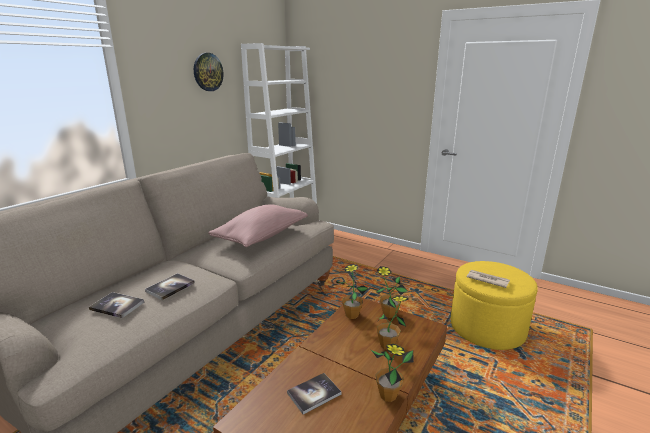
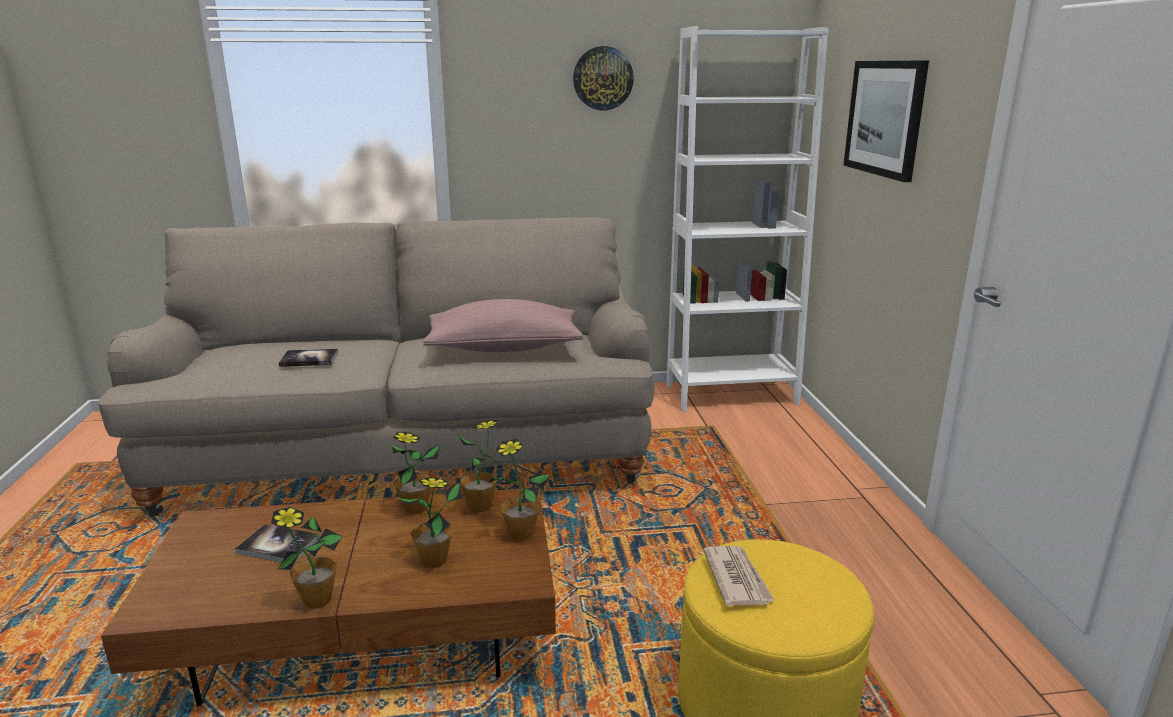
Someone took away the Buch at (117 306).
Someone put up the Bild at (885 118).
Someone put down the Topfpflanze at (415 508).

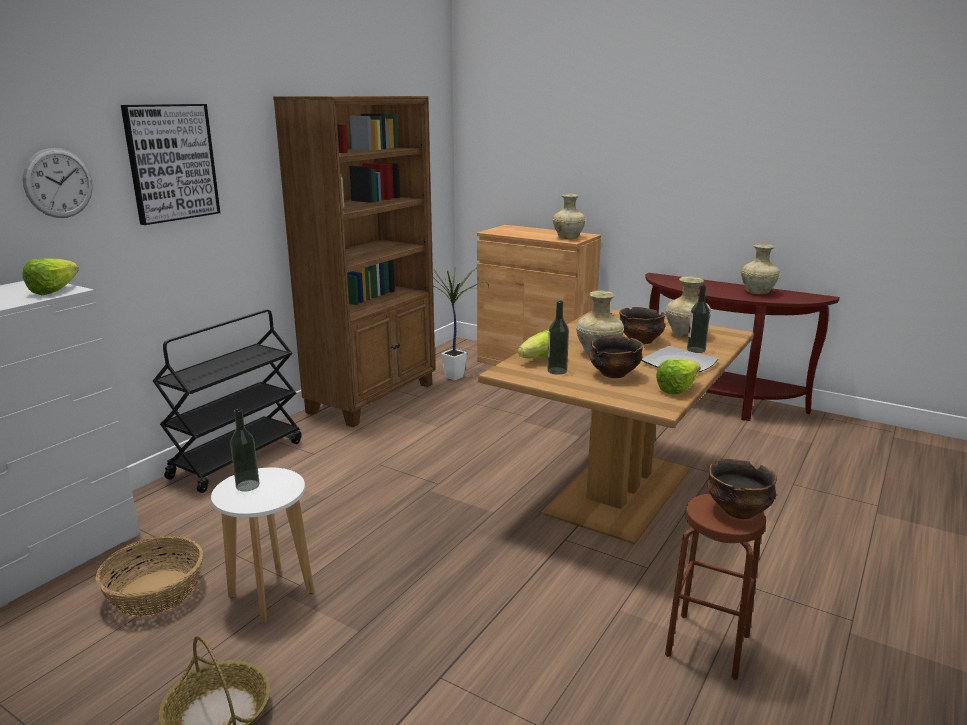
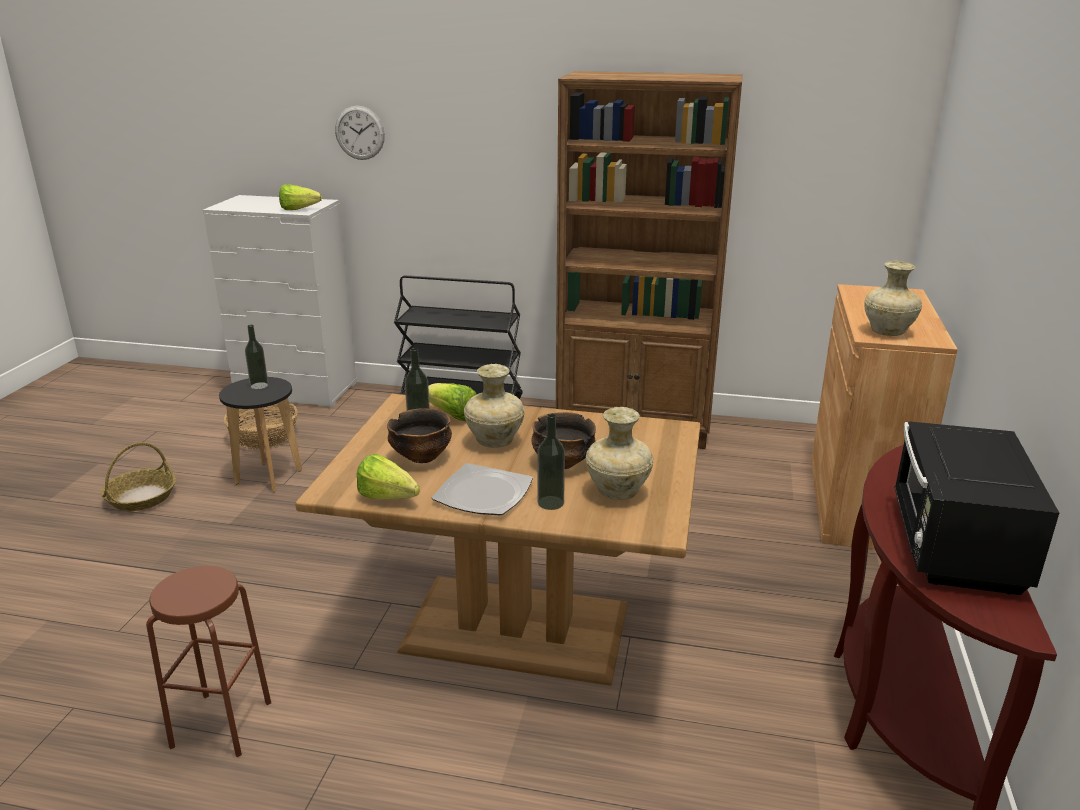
Someone took away the Bild at (171 162).
Someone swapped the Vase [beige] at (758 292) for the Mikrowelle [schwarz] at (954 548).
Someone took away the Topfpflanze at (458 377).
Someone took away the Schüssel at (738 511).
Someone repainted the Hocker [weiß] at (271 594), which became the Hocker [schwarz] at (269 477).

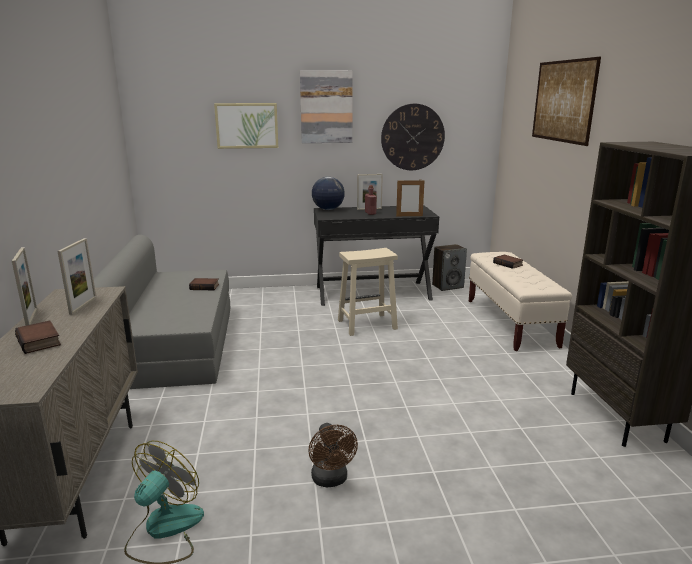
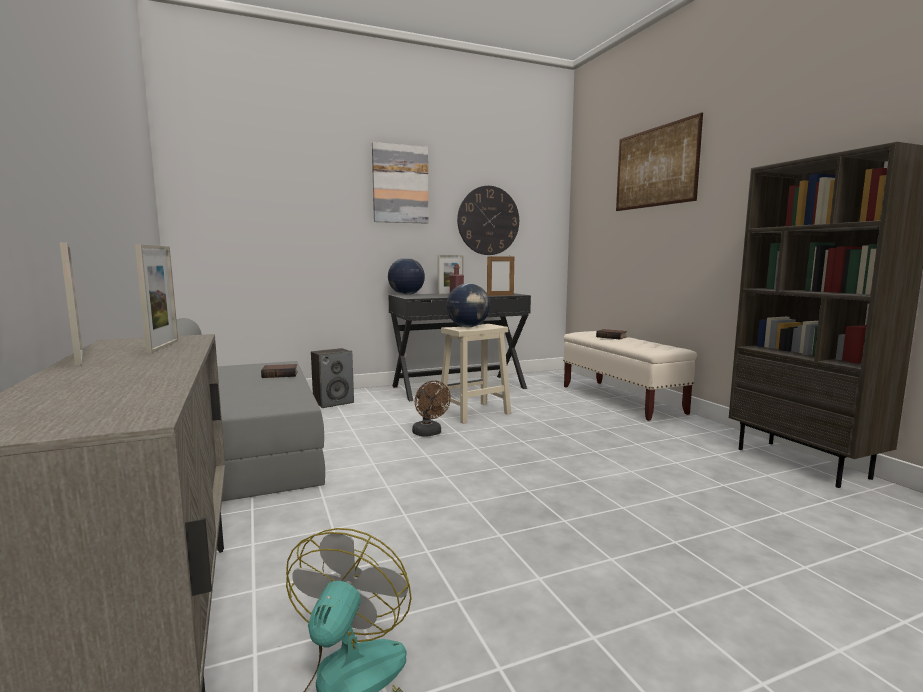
Someone took away the Bild at (247 125).
Someone carried the Lautsprecher from (447 286) to (333 402).
Someone took away the Buch at (40 341).
Someone carried the Ventilator [braun] from (331 480) to (429 433).
Someone put down the Globus at (468 327).

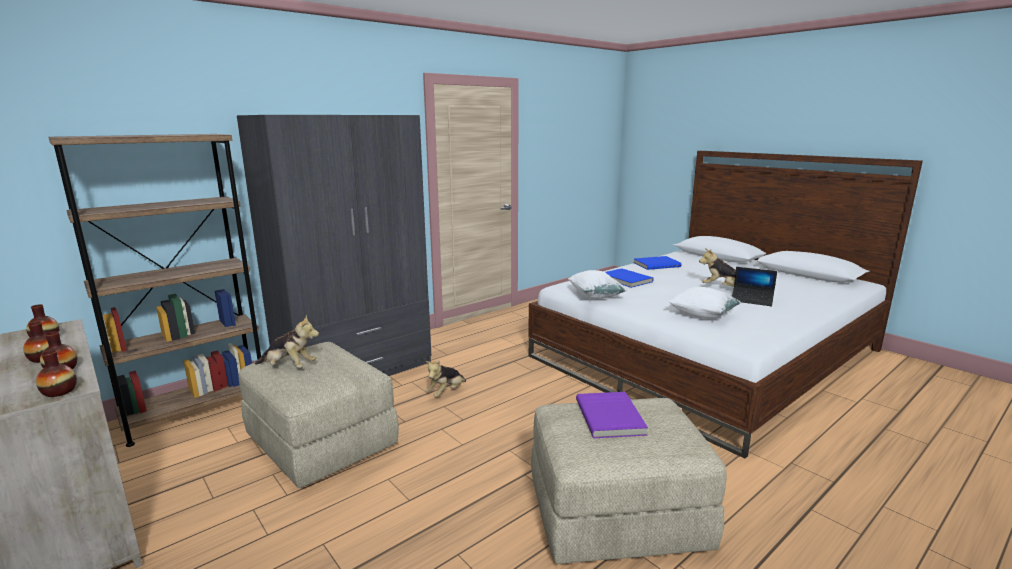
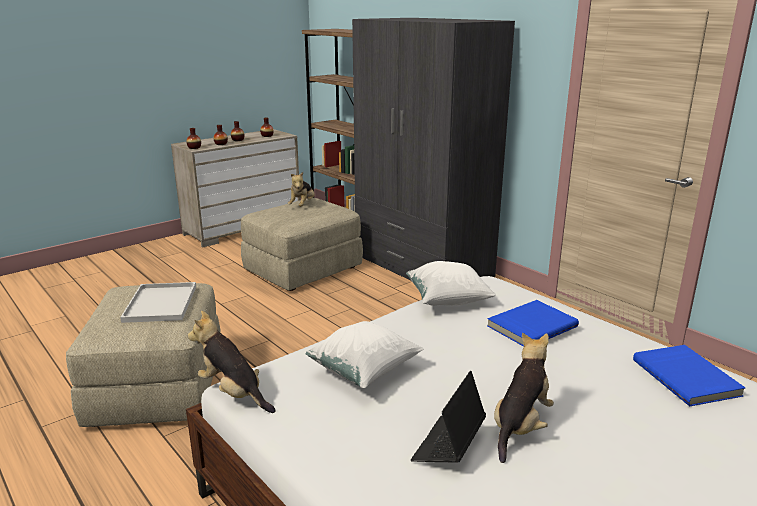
Someone carried the Plüschtier from (446 392) to (233 393).
Someone swapped the Buch [lila] at (611 417) for the Tablett [weiß] at (161 304).

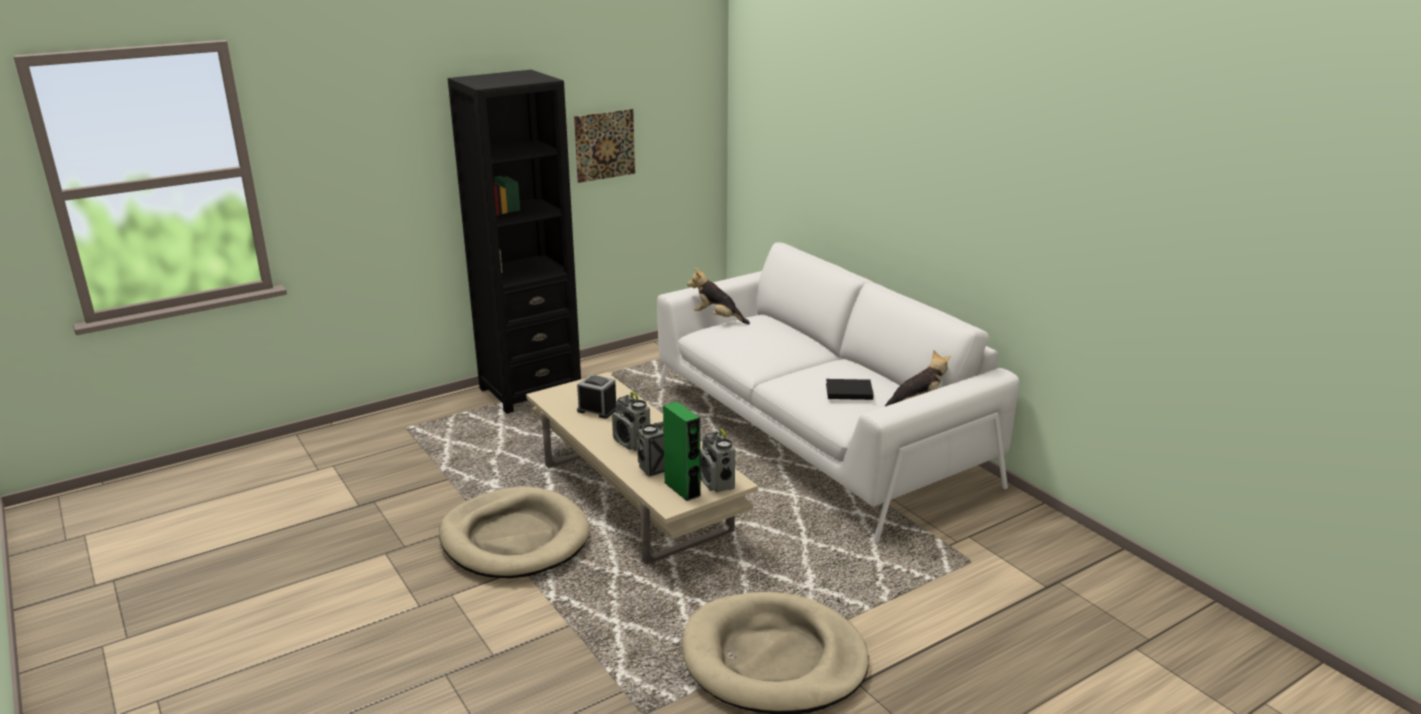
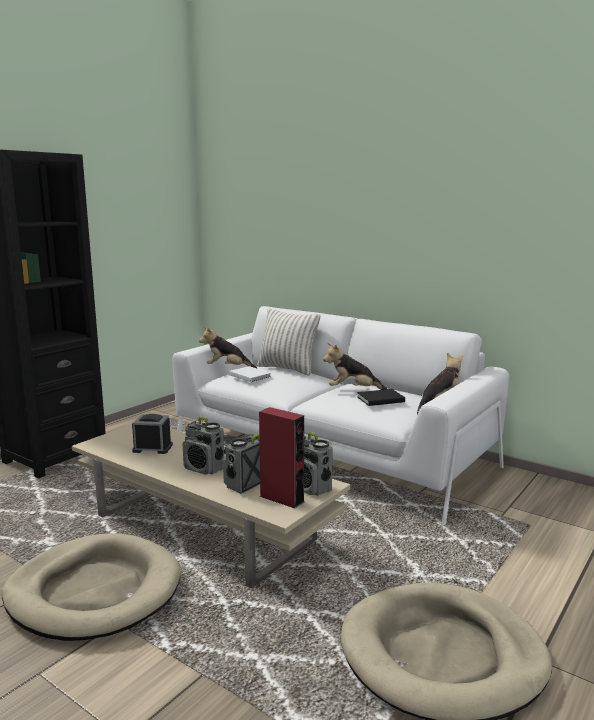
Someone took away the Bild at (605 145).
Someone repainted the Lautsprecher [grün] at (682 489), which became the Lautsprecher [rot] at (282 499).
Someone put down the Kissen at (287 369).
Someone put down the Plüschtier at (353 390).
Someone put down the Buch [weiß] at (249 375).

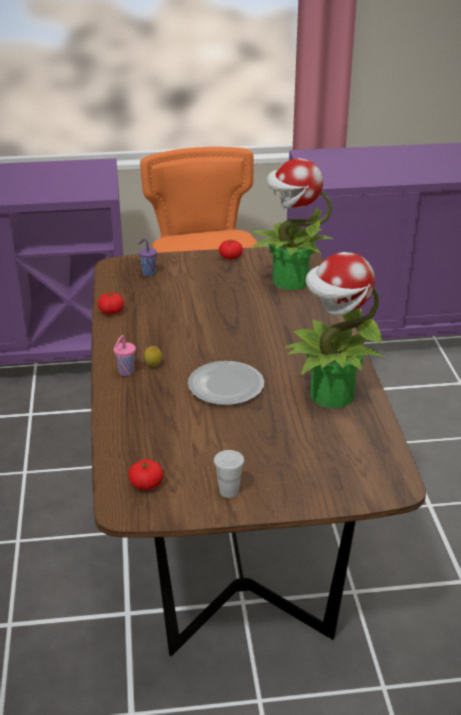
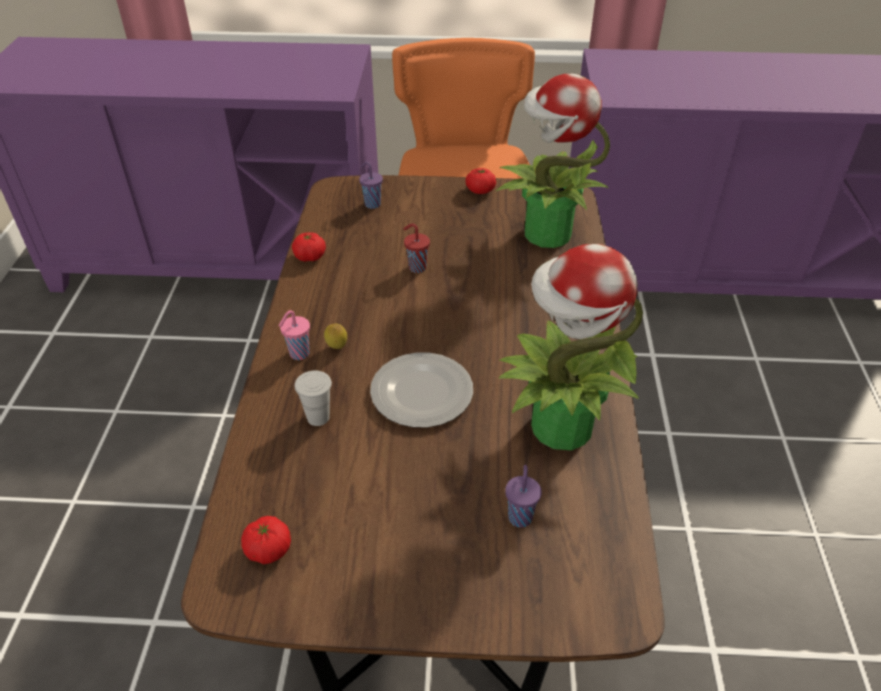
Someone carried the Tasse [weiß] from (229 491) to (318 417).
Someone put down the Tasse [rot] at (416 267).
Someone put down the Tasse [lila] at (520 516).

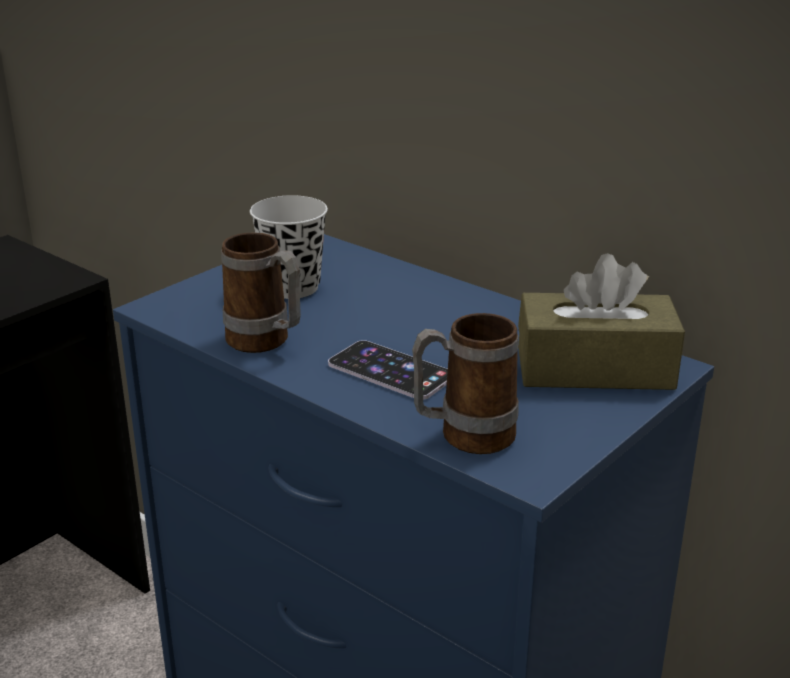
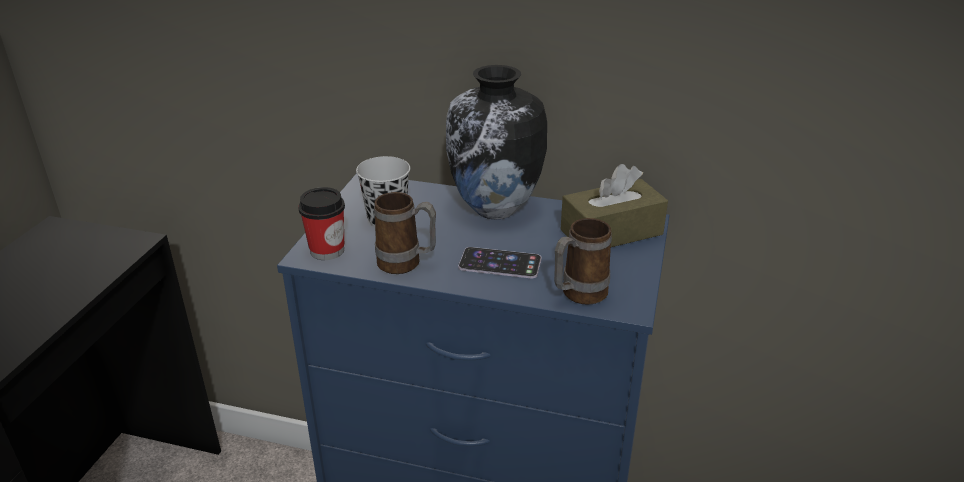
Someone put down the Vase at (495 210).
Someone put down the Tasse at (327 250).

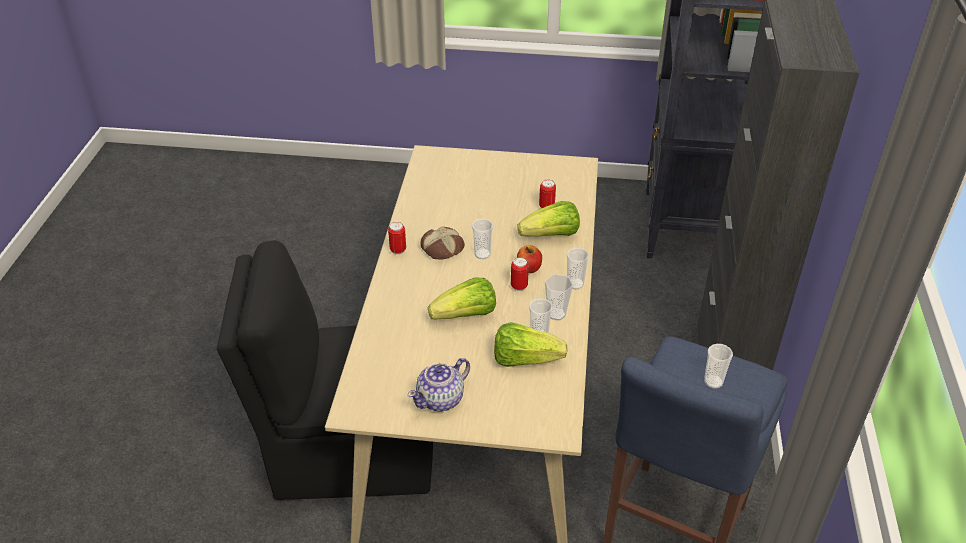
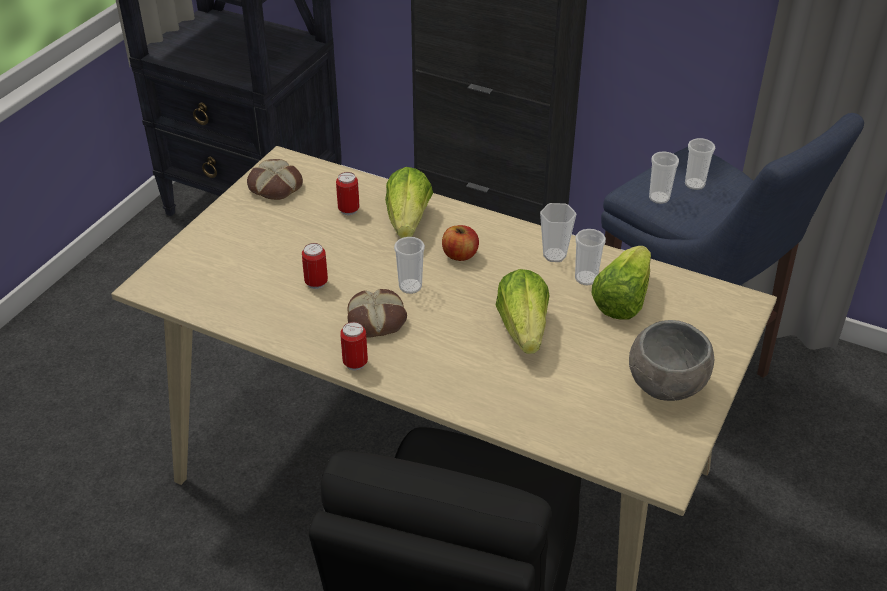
Someone carried the Tasse from (575 284) to (659 198).
Someone carried the Dose from (519 286) to (316 283).
Someone swapped the Teekanne at (441 399) for the Schüssel [grau] at (667 386).
Someone put down the Brot at (274 186).

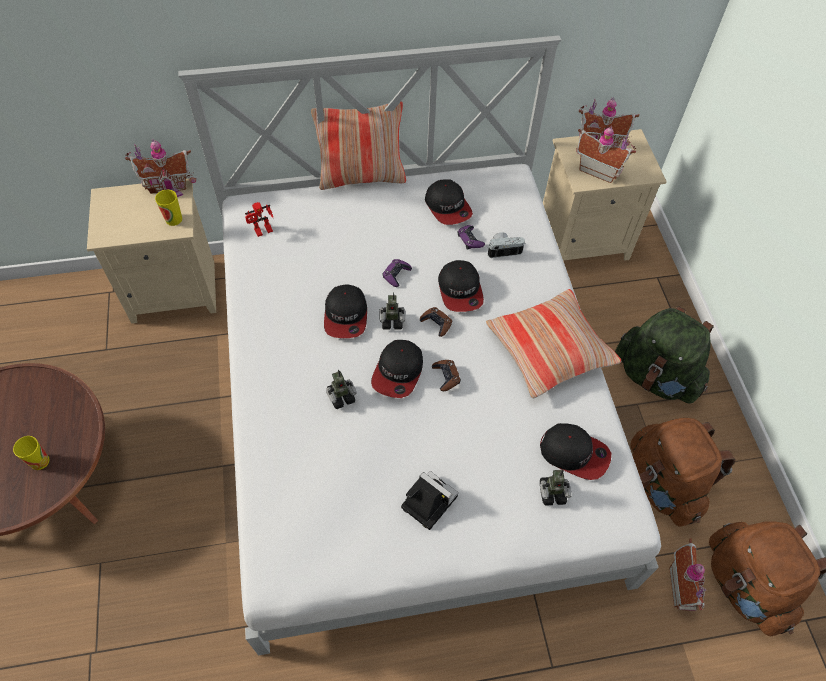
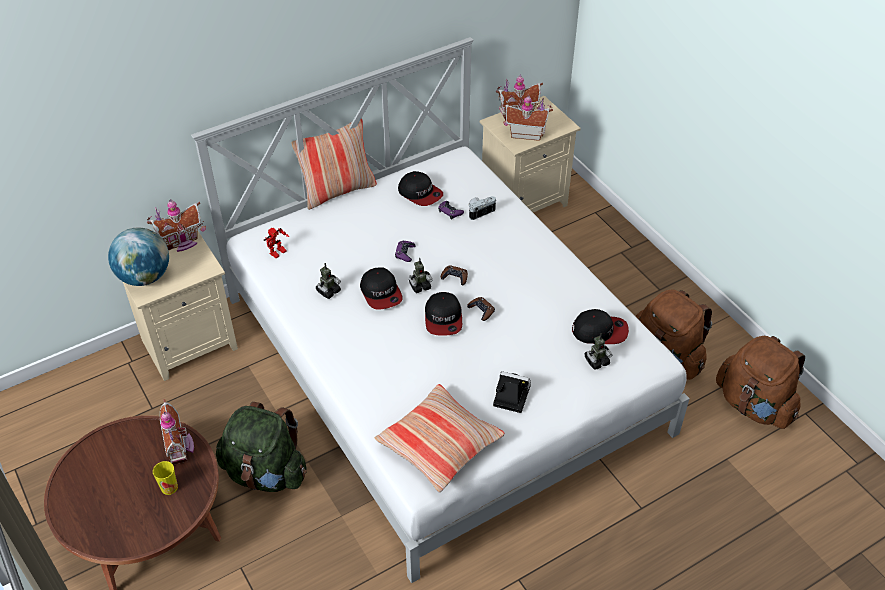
Someone took away the Tasse at (174 219).
Someone took away the Kappe at (460 290).
Someone carried the Kissen from (549 349) to (439 444).
Someone carried the Rucksack [grün] from (655 376) to (266 473).
Someone carried the Spielzeugroboter from (341 397) to (328 291).
Someone carried the Spielzeughaus from (684 587) to (180 447).
Someone put down the Globus at (145 277).

